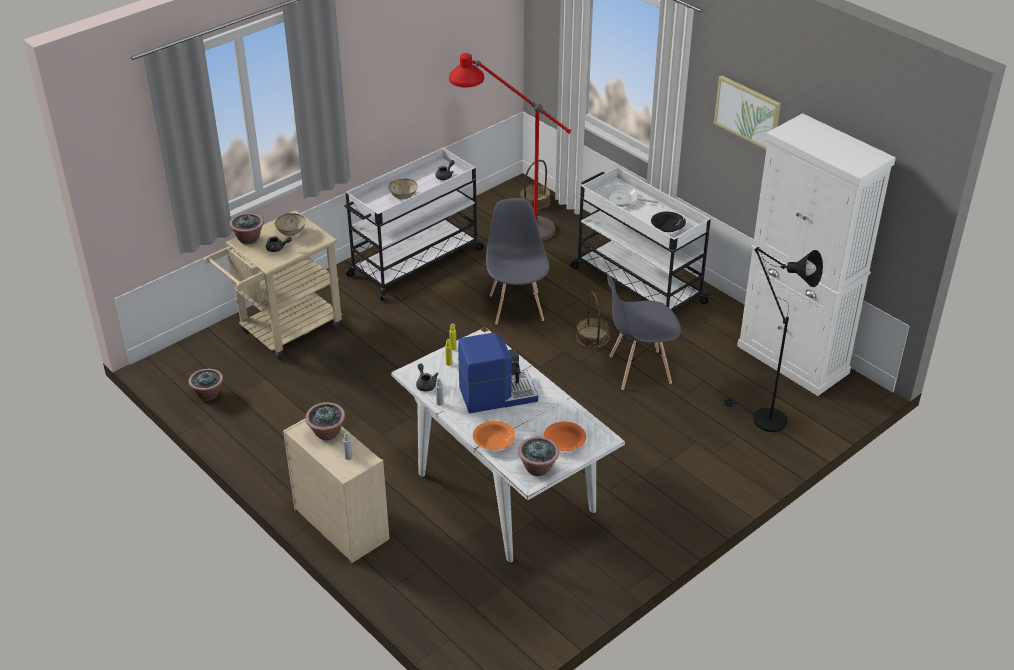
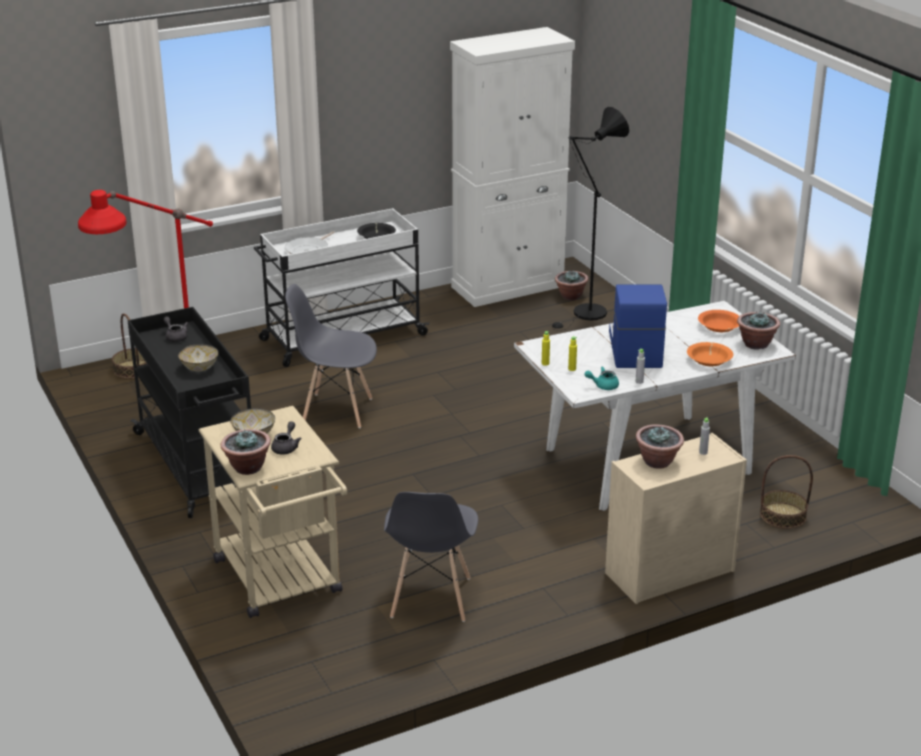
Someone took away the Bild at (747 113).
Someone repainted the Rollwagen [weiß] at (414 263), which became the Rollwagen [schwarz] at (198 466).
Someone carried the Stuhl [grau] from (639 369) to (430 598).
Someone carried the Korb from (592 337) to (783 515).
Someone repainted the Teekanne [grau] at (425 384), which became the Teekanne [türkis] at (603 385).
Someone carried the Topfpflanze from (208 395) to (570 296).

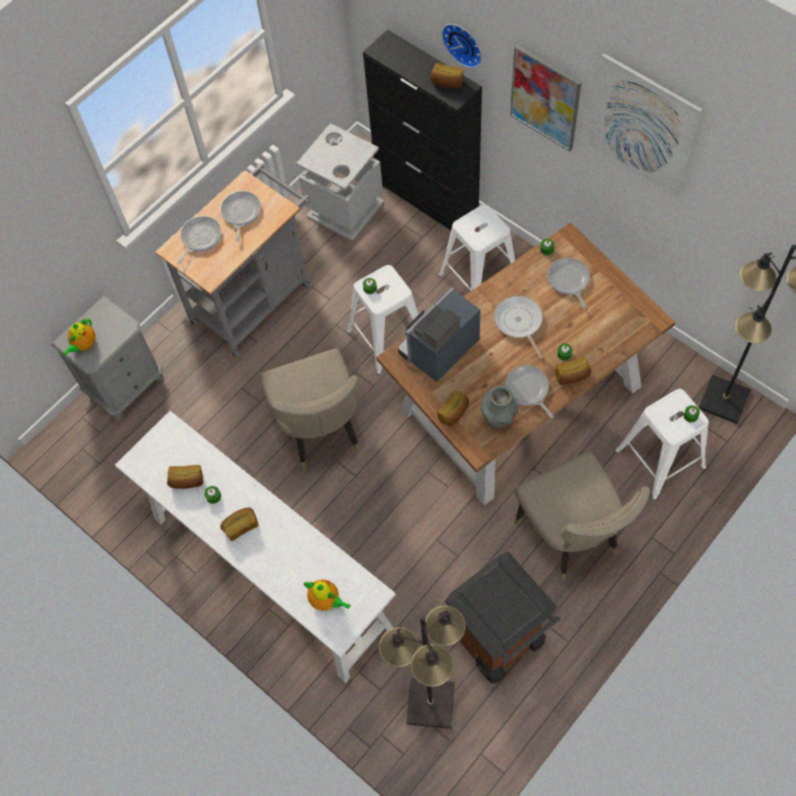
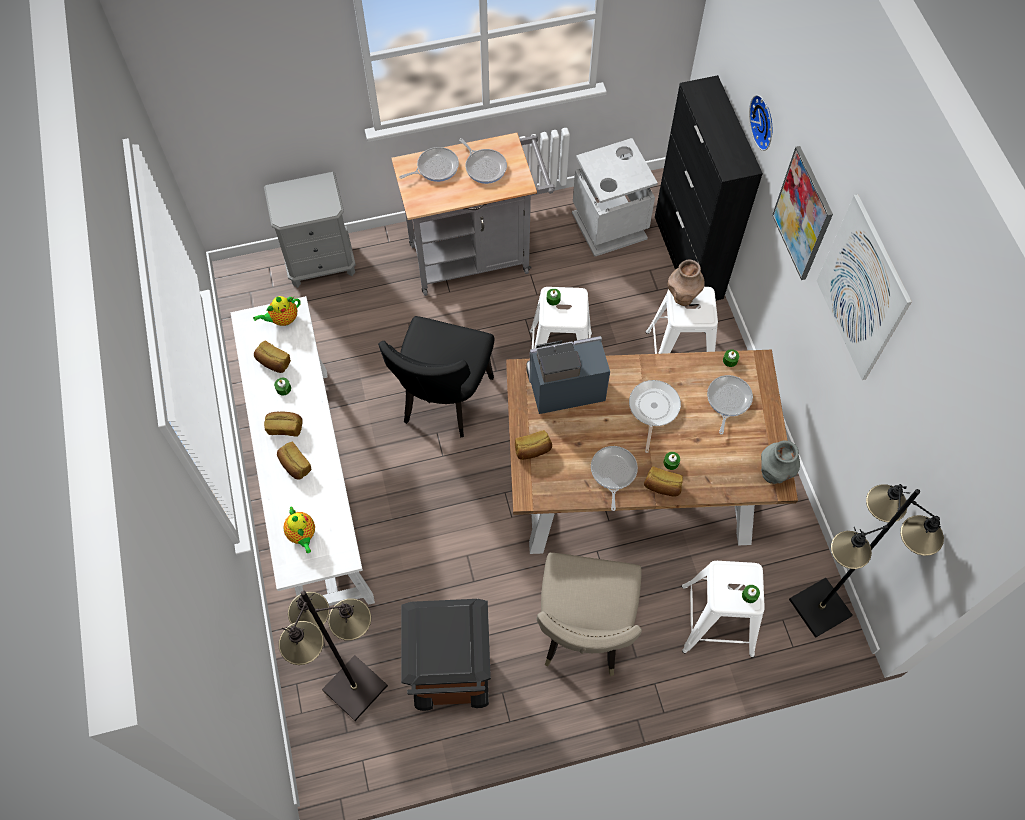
Someone carried the Brot from (447 83) to (295 465).
Someone rotated the Pfanne at (240 213) by 105 degrees clockwise.
Someone carried the Teekanne from (84 345) to (283 319).
Someone repainted the Stuhl [beige] at (321 432), which became the Stuhl [schwarz] at (443 401).
Someone carried the Vase [grau] from (498 419) to (773 474).
Someone put down the Vase [braun] at (682 297).

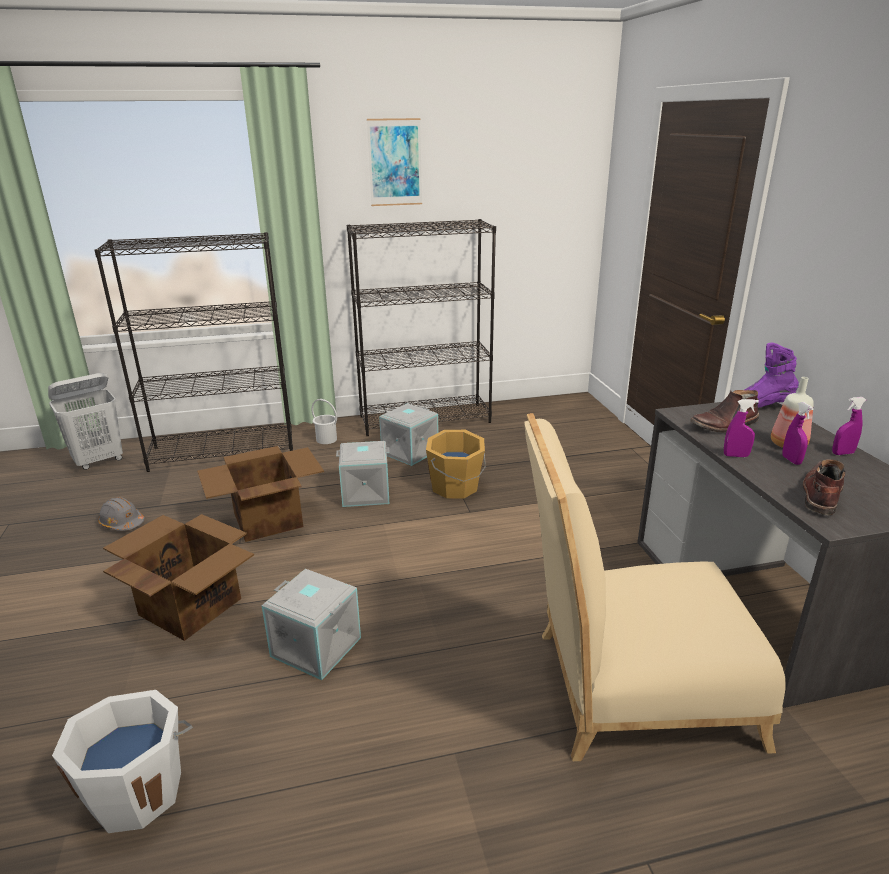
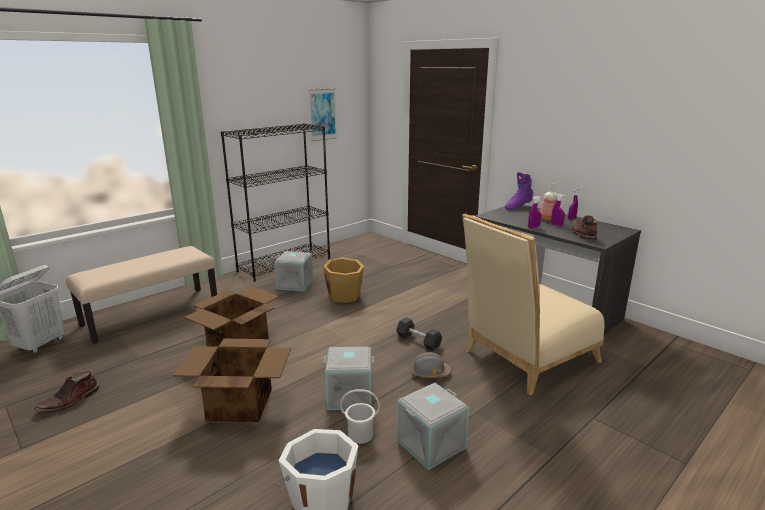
Someone carried the Bild from (395 162) to (322 114).
Someone swapped the Bücherregal [schwarz] at (224 451) for the Bank [beige] at (152 313).
Someone carried the Stiefel [braun] from (724 425) to (69 401).
Someone carried the Eimer [weiß] from (326 439) to (360 435).
Someone carried the Aufbewahrungsbox [grau] from (365 494) to (431 445).
Someone carried the Schutzhelm [grau] from (122 523) to (430 373).
Someone put down the Hantel [schwarz] at (418 341).

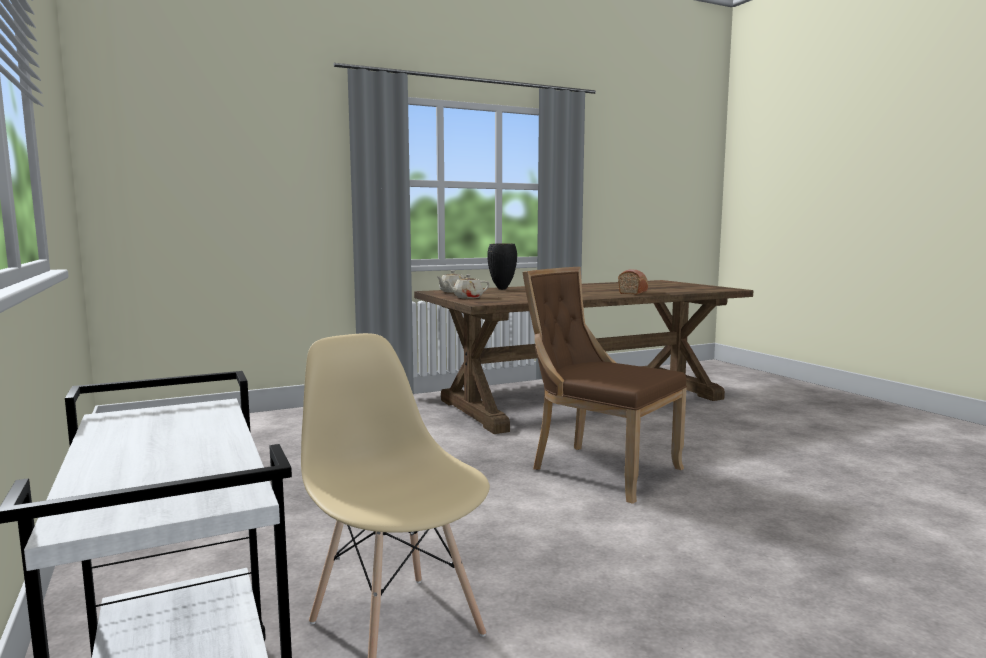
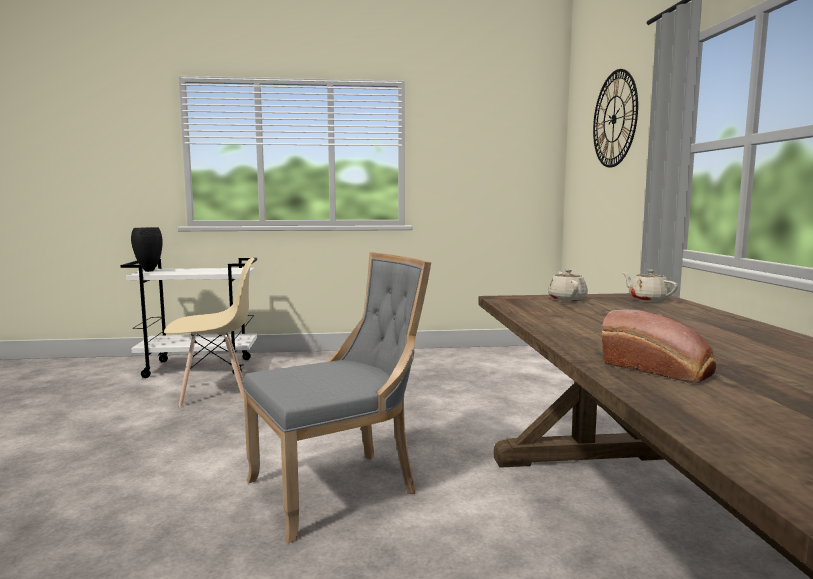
Someone carried the Vase [schwarz] from (502 289) to (148 271).
Someone repainted the Stuhl [braun] at (599 469), which became the Stuhl [grau] at (339 488).
Someone put up the Wanduhr at (614 119).

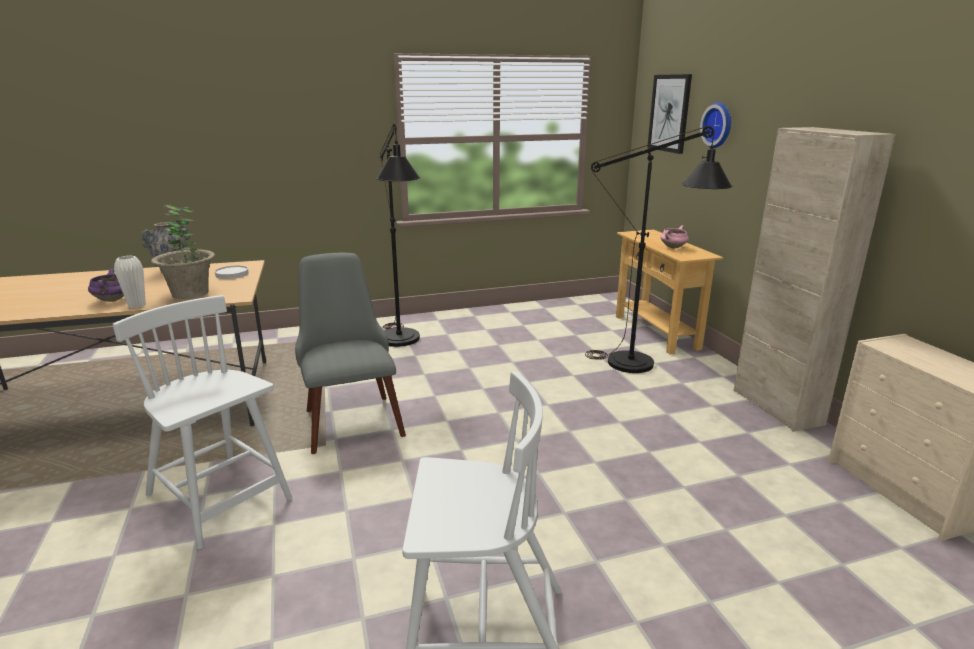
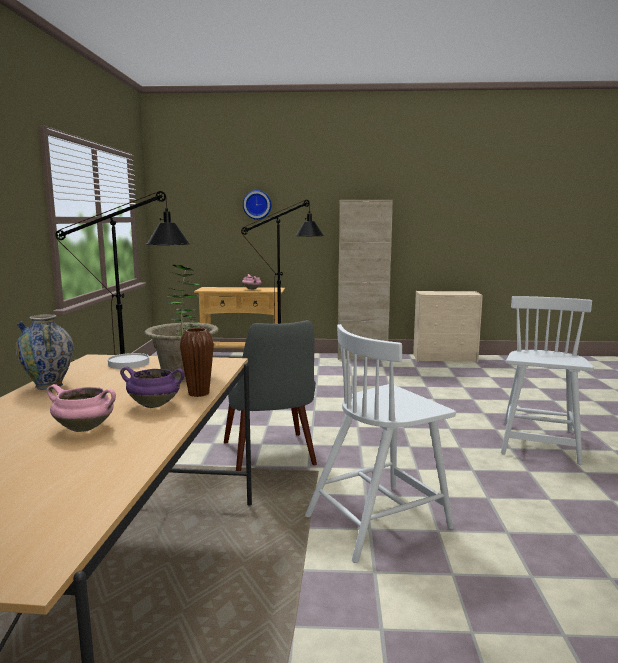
Someone took away the Bild at (669 113).
Someone rotated the Stuhl [grau] at (350 416) by 105 degrees counterclockwise.
Someone repainted the Vase [weiß] at (137 305), which became the Vase [braun] at (199 393).
Someone put down the Kochtopf [rosa] at (85 428).

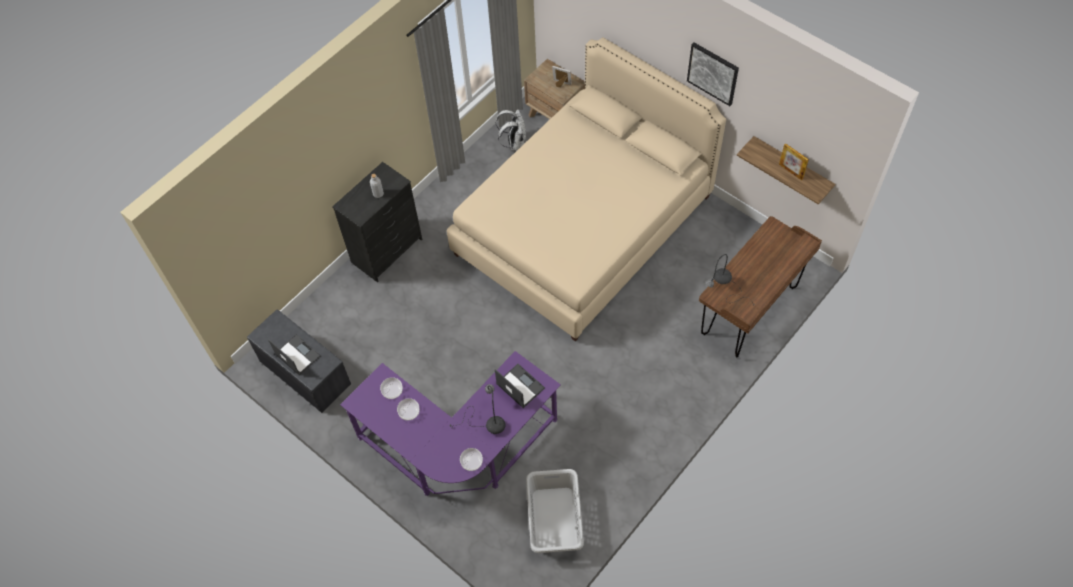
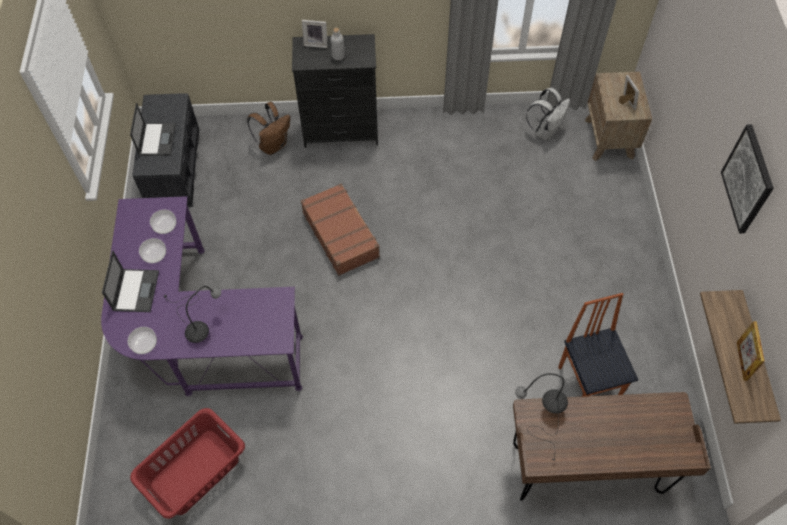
Someone took away the Bett [beige] at (583 225).
Someone carried the Laptop from (520 385) to (136 290).
Someone repainted the Wäschekorb [grau] at (554 520), which became the Wäschekorb [rot] at (194 472).
Someone put down the Bilderrahmen at (316 43).
Someone put down the Rucksack [braun] at (273 145).
Someone put down the Koffer [braun] at (341 234).
Someone put down the Stuhl at (588 383).

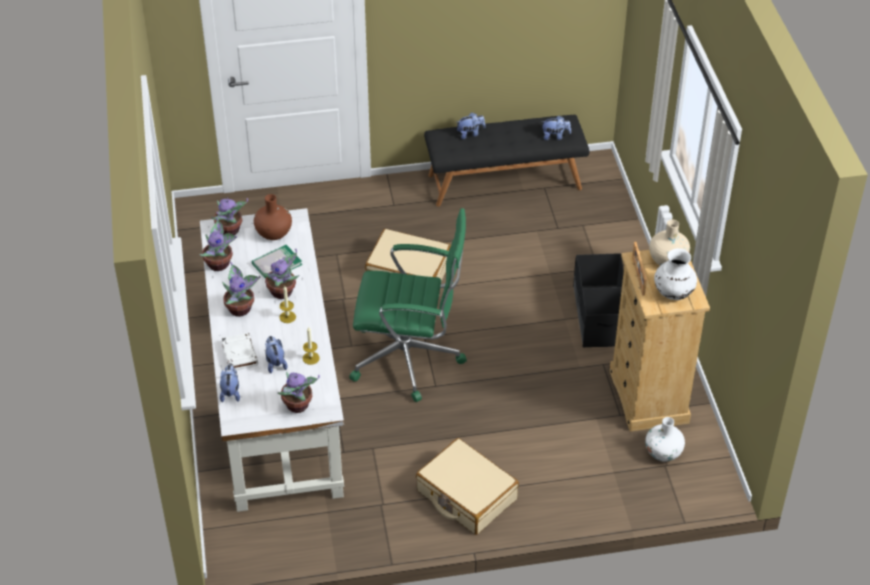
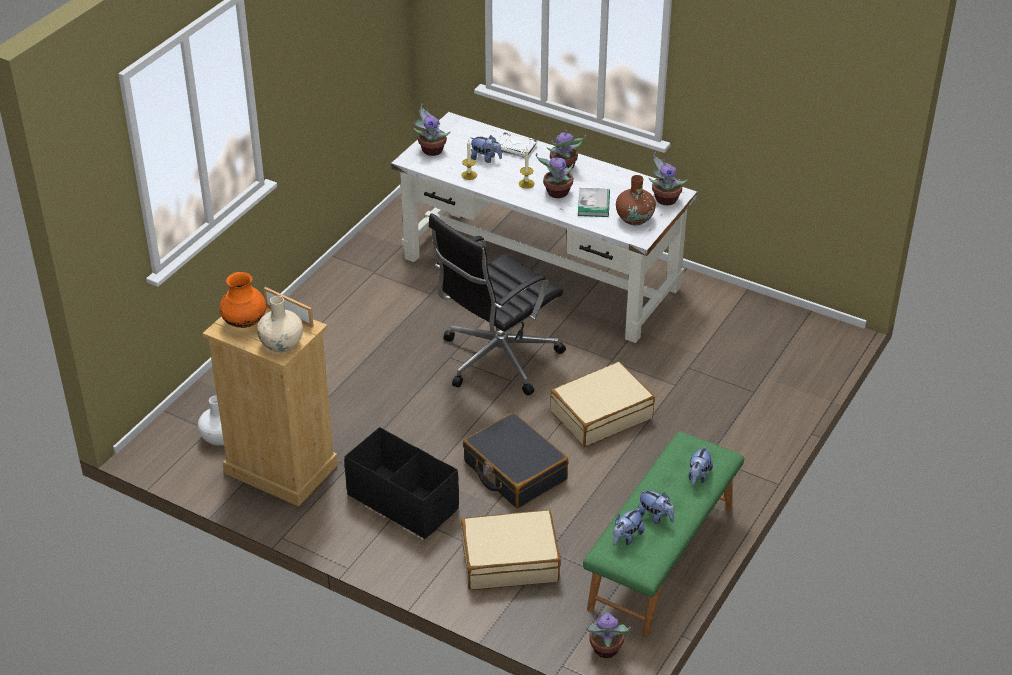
Someone repainted the Bank [schwarz] at (504 181), which became the Bank [grün] at (663 557).
Someone repainted the Bürostuhl [grün] at (409 358), which became the Bürostuhl [schwarz] at (496 359).
Someone carried the Topfpflanze from (220 264) to (605 650).
Someone repainted the Vase [weiß] at (673 293), which became the Vase [orange] at (245 323).
Someone carried the Plüschtier from (230 392) to (655 517).
Someone carried the Koffer [beige] from (466 495) to (510 560).
Someone put down the Koffer [schwarz] at (514 471).

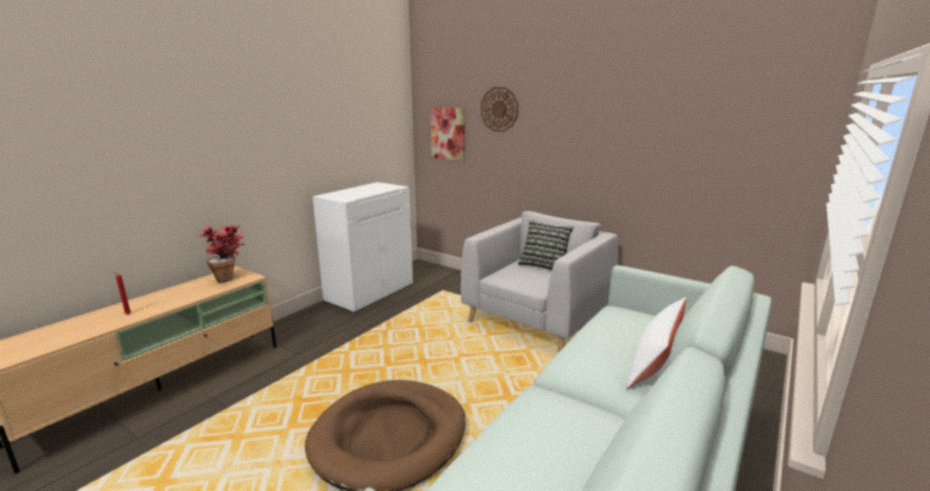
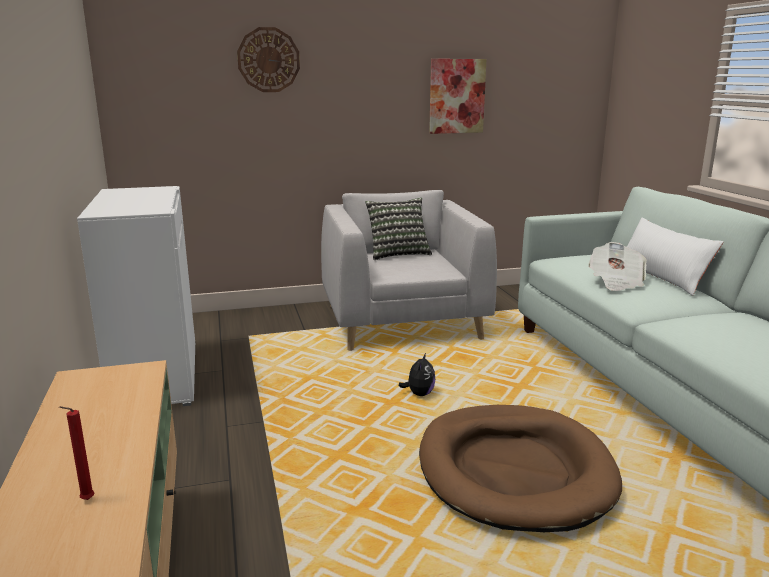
Someone carried the Bild from (448 133) to (456 96).
Someone took away the Topfpflanze at (230 278).
Someone put down the Zeitung at (616 282).
Someone put down the Plüschtier at (419 394).

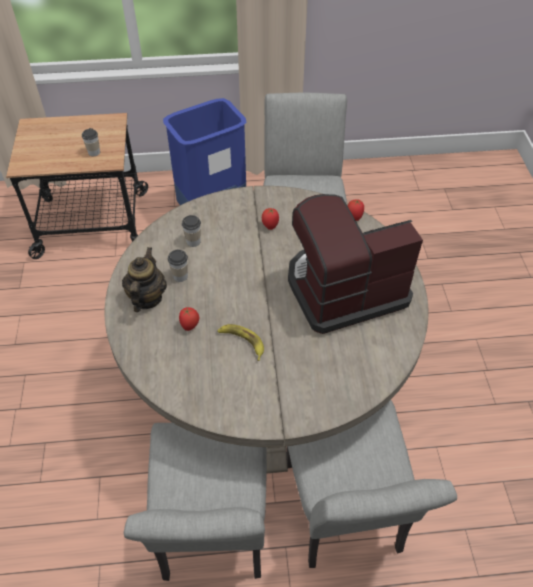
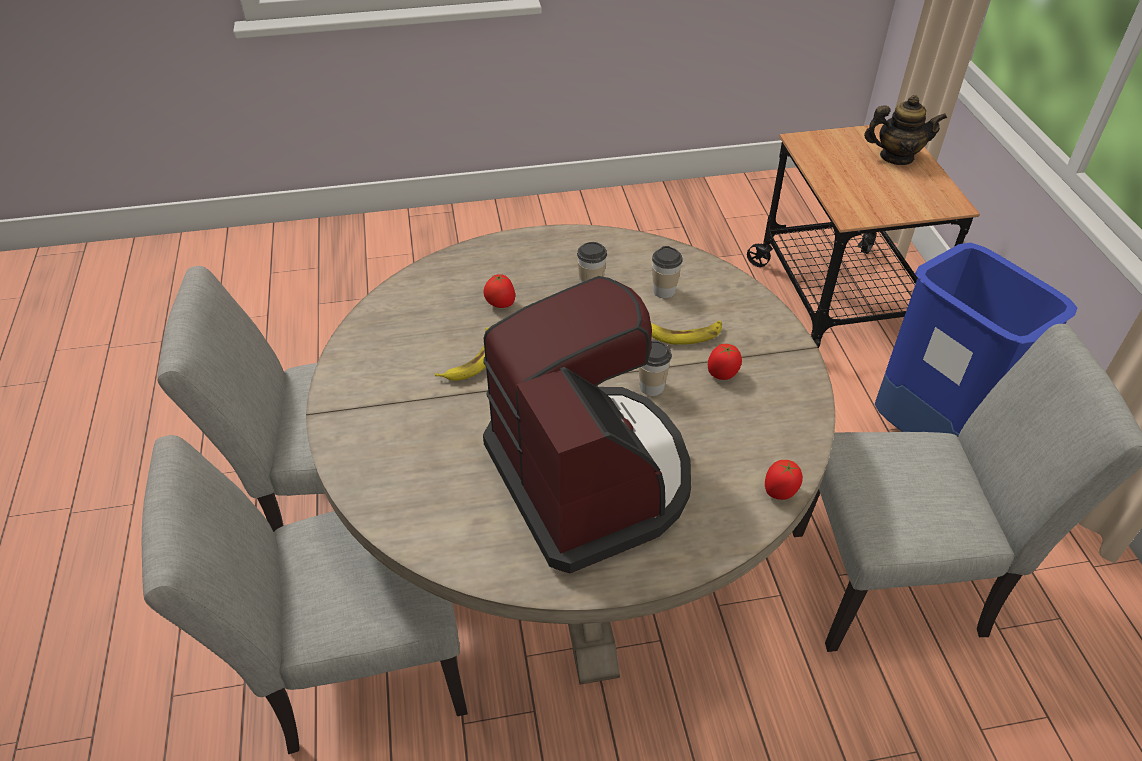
Someone carried the Tasse from (94 152) to (651 386).
Someone carried the Teekanne from (146 298) to (896 157).
Someone put down the Banane at (683 333).

